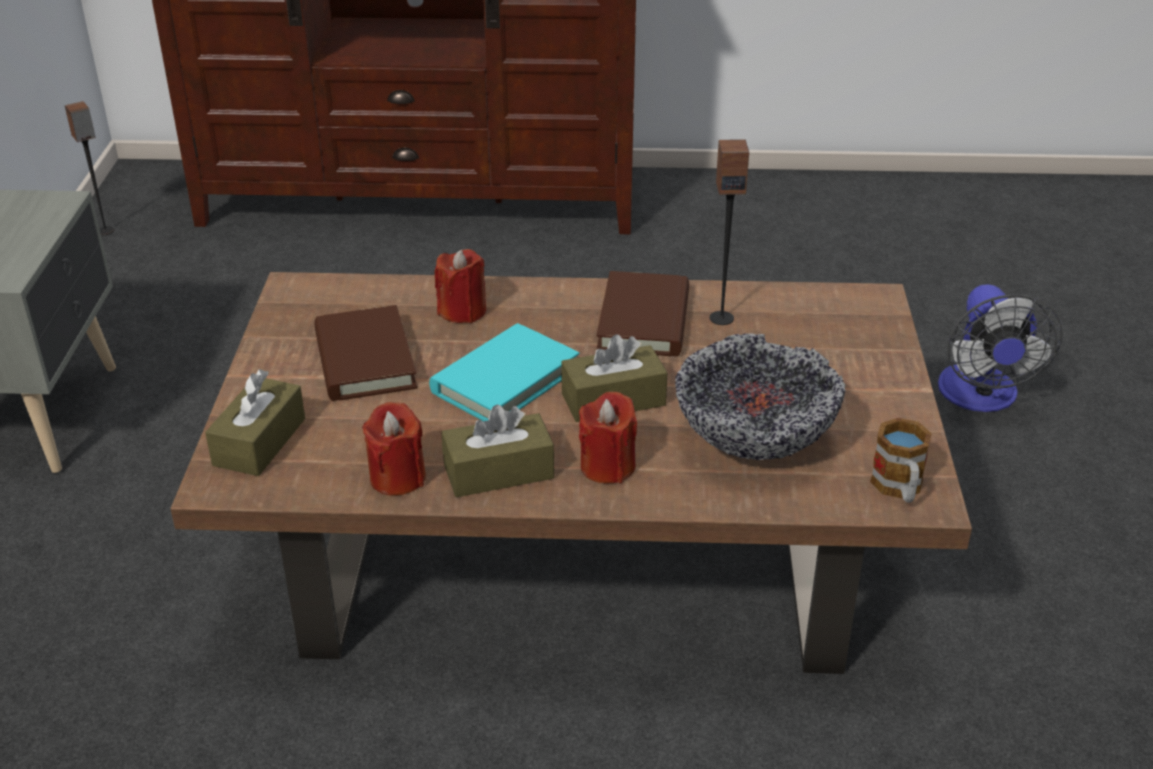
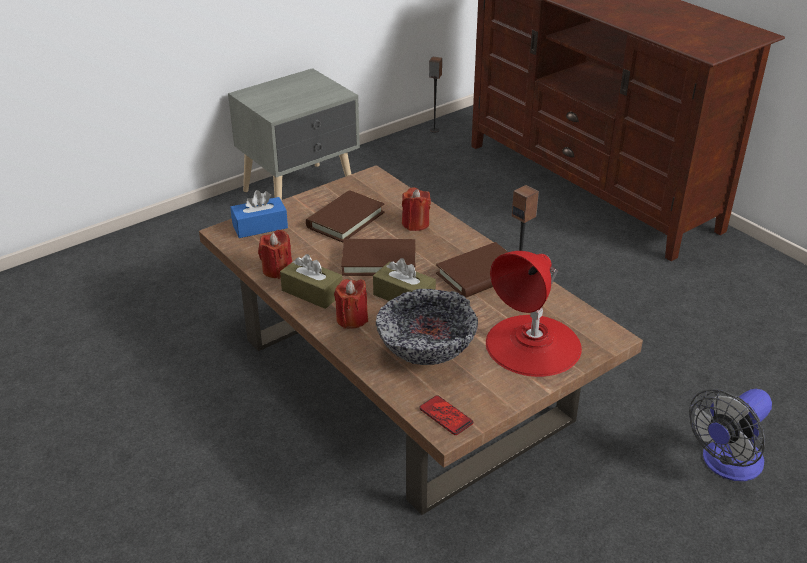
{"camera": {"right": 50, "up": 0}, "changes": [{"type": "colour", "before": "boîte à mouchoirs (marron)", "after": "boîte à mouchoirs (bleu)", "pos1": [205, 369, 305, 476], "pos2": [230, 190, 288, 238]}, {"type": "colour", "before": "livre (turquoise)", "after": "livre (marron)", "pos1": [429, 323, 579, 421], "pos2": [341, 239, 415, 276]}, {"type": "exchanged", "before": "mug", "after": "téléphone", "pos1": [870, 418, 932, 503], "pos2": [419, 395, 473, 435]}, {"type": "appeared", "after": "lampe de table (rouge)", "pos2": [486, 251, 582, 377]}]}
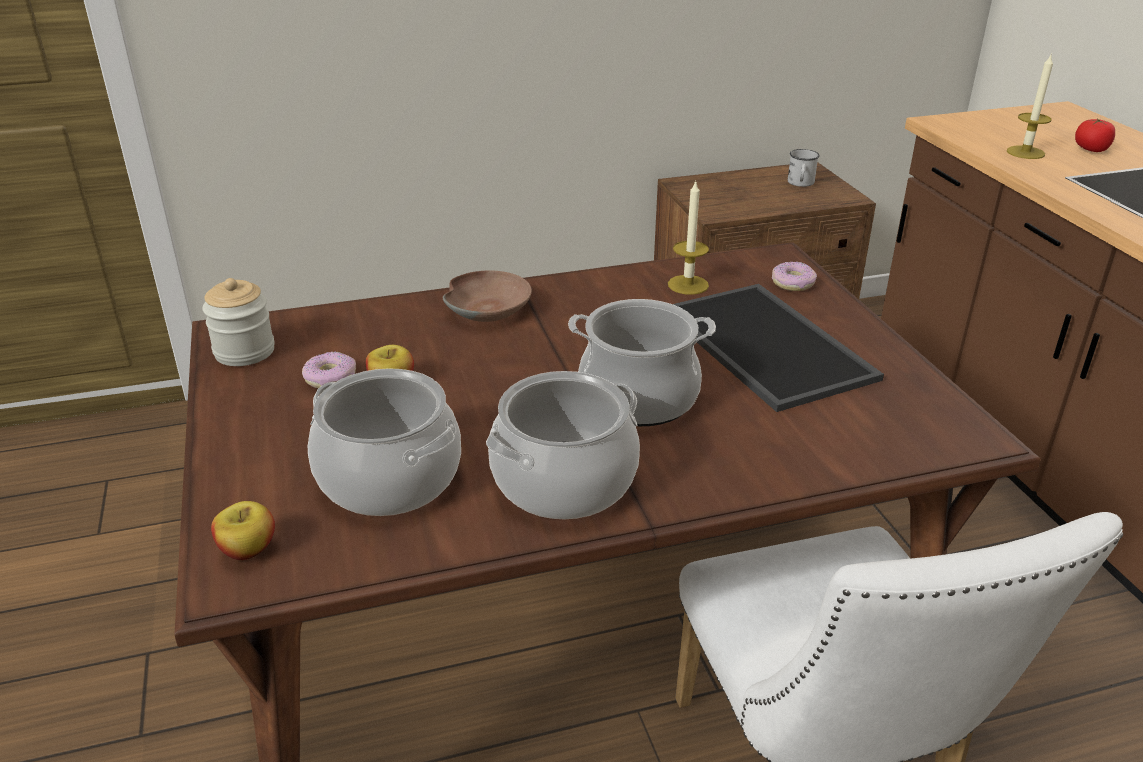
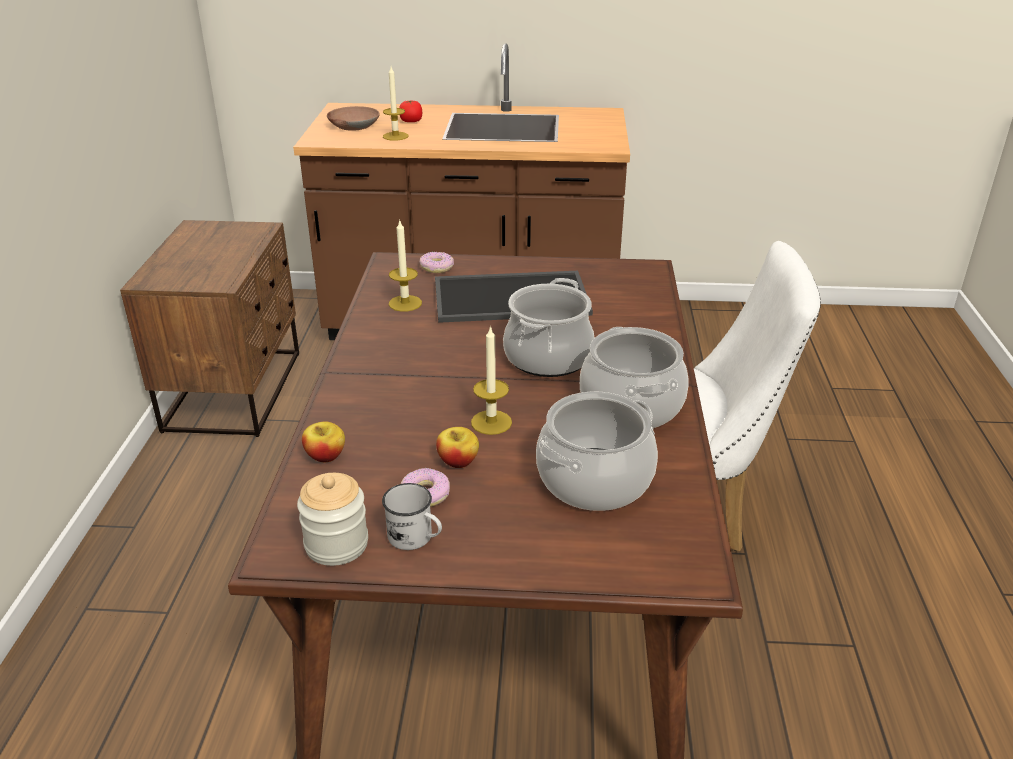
{"camera": {"right": -70, "up": 0}, "changes": [{"type": "relocated", "before": "pomme", "pos1": [211, 501, 275, 560], "pos2": [302, 421, 345, 462]}, {"type": "relocated", "before": "bol (marron)", "pos1": [443, 271, 532, 322], "pos2": [327, 106, 380, 131]}, {"type": "relocated", "before": "mug (blanc)", "pos1": [788, 149, 820, 187], "pos2": [382, 483, 442, 550]}, {"type": "appeared", "after": "bougie", "pos2": [471, 325, 512, 435]}]}
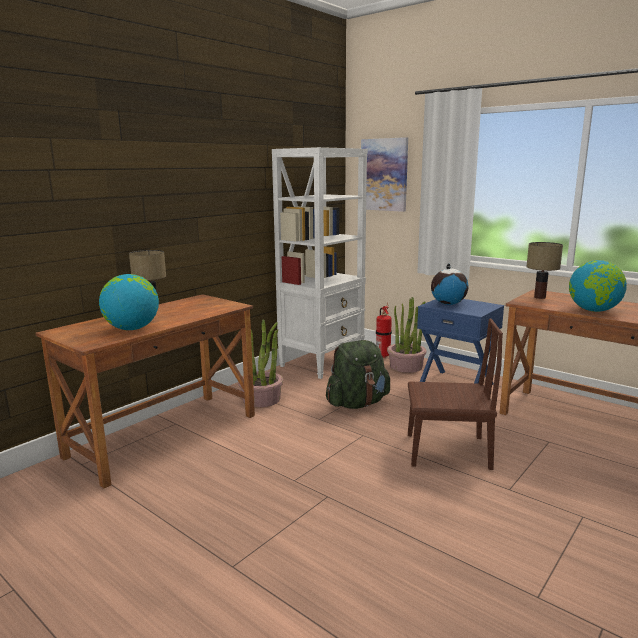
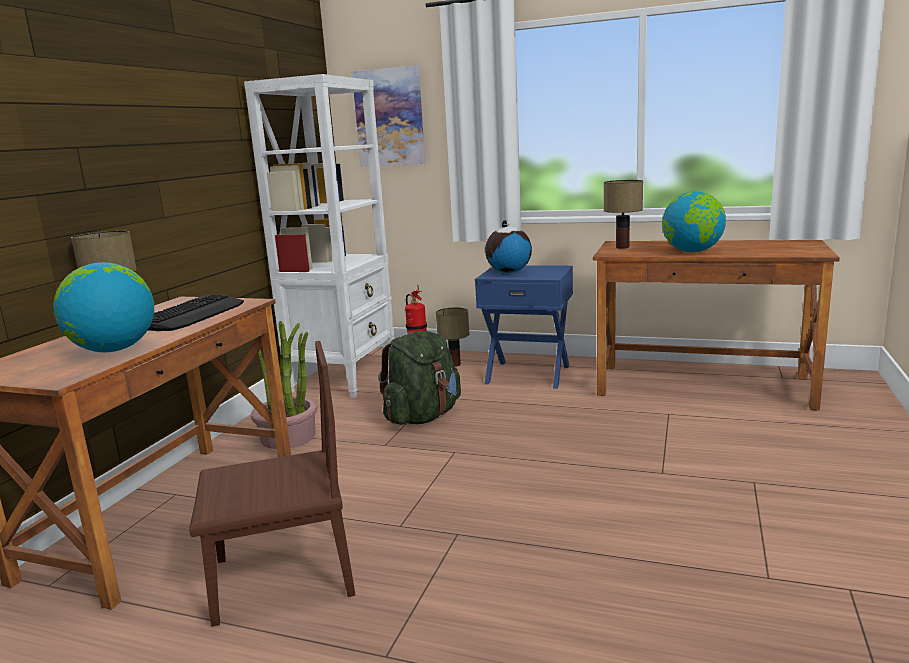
{"camera": {"right": -20, "up": 0}, "changes": [{"type": "appeared", "after": "clavier", "pos2": [148, 294, 244, 331]}, {"type": "relocated", "before": "chaise (marron)", "pos1": [408, 319, 503, 470], "pos2": [189, 341, 355, 627]}, {"type": "exchanged", "before": "plante en pot", "after": "lampe de table", "pos1": [387, 297, 426, 373], "pos2": [436, 307, 469, 367]}]}
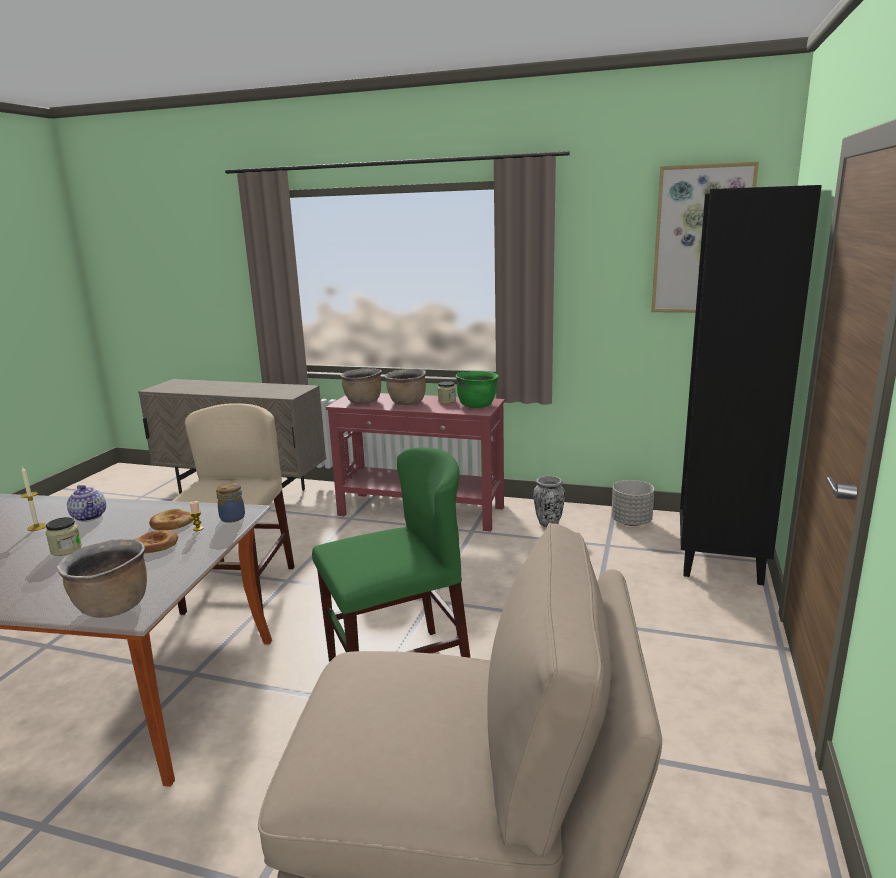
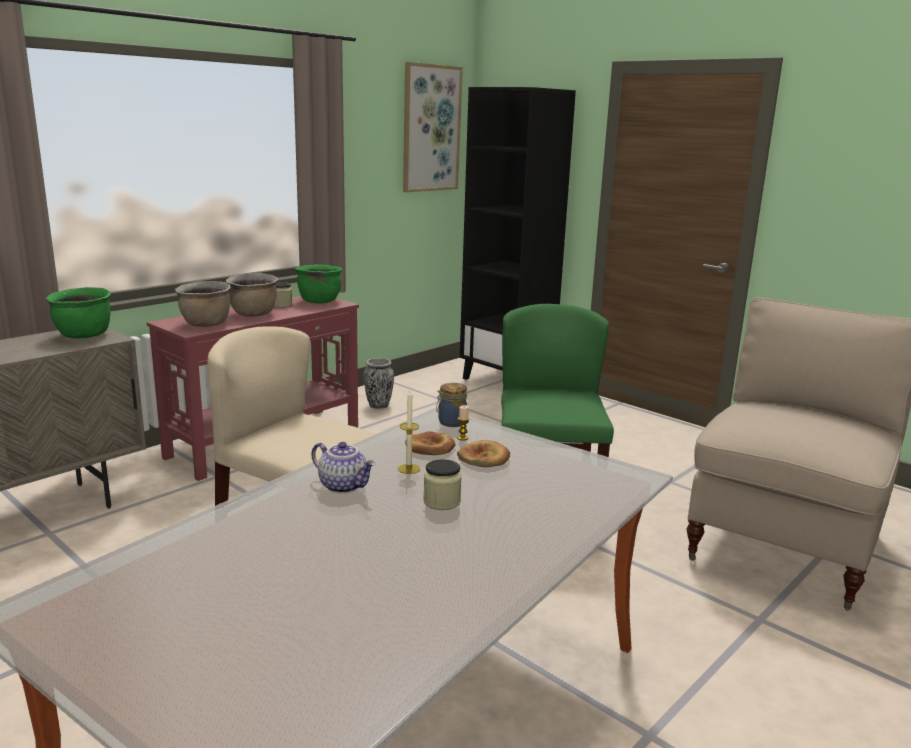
{"camera": {"right": -65, "up": 0}, "changes": [{"type": "appeared", "after": "marmite (vert)", "pos2": [46, 287, 111, 338]}, {"type": "spun", "before": "théière", "pos1": [67, 485, 106, 522], "pos2": [311, 442, 375, 494], "turn": 45}, {"type": "relocated", "before": "bougie", "pos1": [21, 466, 46, 531], "pos2": [398, 390, 420, 474]}, {"type": "missing", "before": "marmite (marron)", "pos1": [56, 539, 147, 618]}, {"type": "missing", "before": "cache-pot (gris)", "pos1": [611, 480, 654, 526]}]}
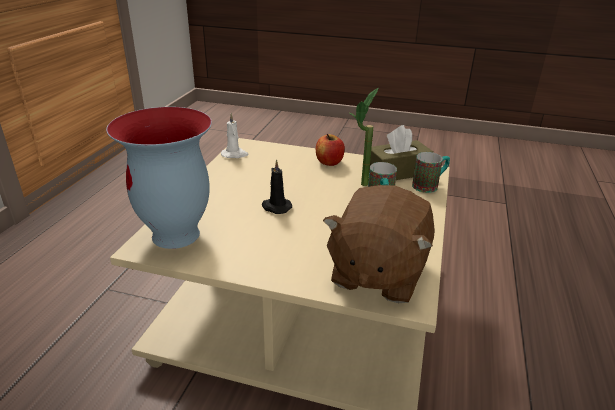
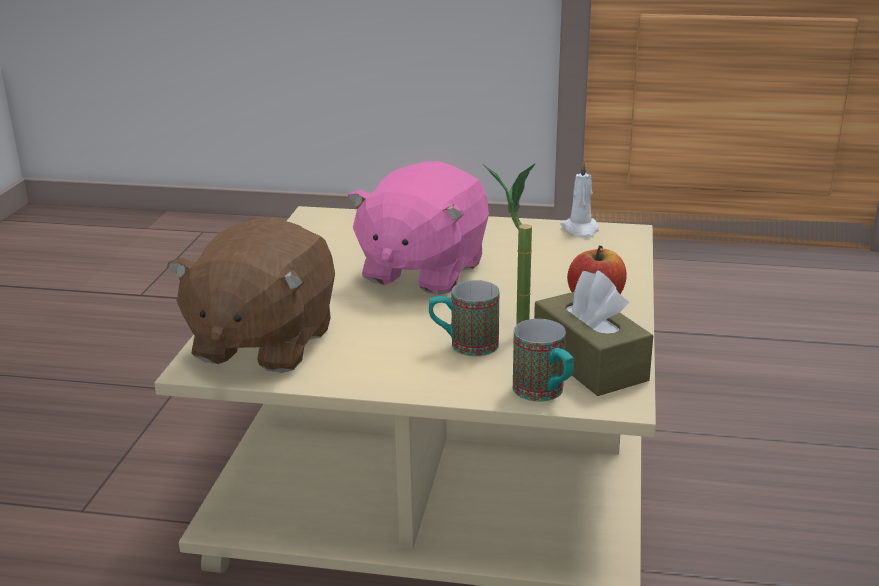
{"camera": {"right": 85, "up": -5}, "changes": [{"type": "spun", "before": "peluche (marron)", "pos1": [323, 185, 435, 303], "pos2": [167, 218, 335, 373], "turn": -90}, {"type": "exchanged", "before": "bougie (noir)", "after": "peluche (rose)", "pos1": [262, 159, 292, 214], "pos2": [347, 161, 489, 295]}, {"type": "missing", "before": "vase", "pos1": [106, 107, 212, 249]}]}
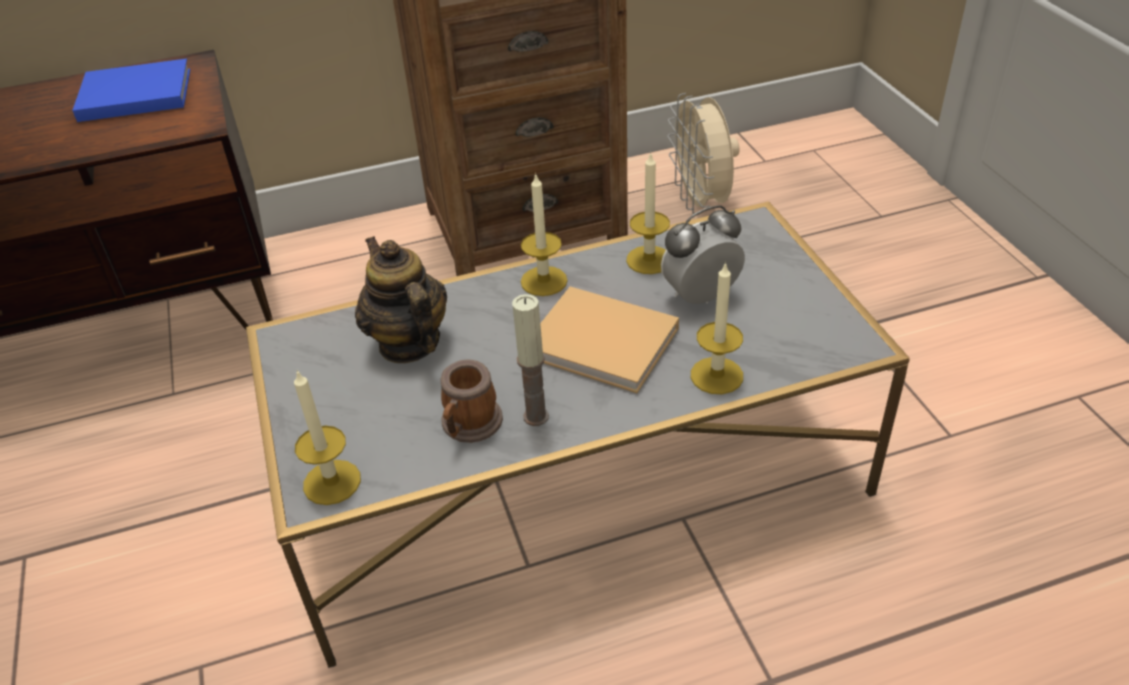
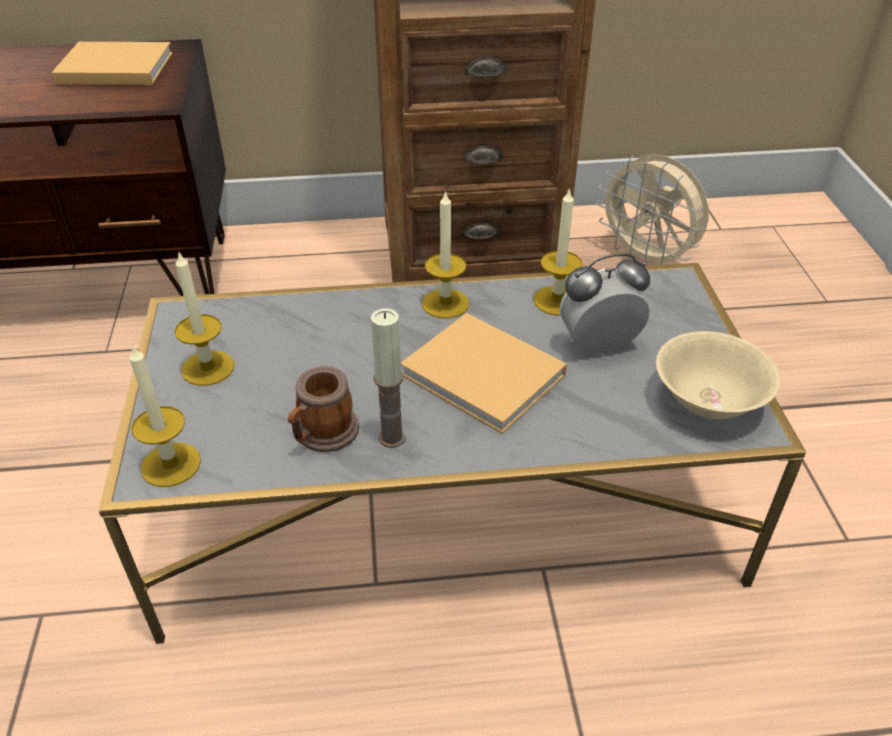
{"camera": {"right": 10, "up": 0}, "changes": [{"type": "colour", "before": "livre (bleu)", "after": "livre (beige)", "pos1": [72, 59, 190, 122], "pos2": [51, 42, 173, 85]}, {"type": "relocated", "before": "bougie", "pos1": [691, 262, 743, 394], "pos2": [174, 252, 234, 386]}, {"type": "spun", "before": "ventilateur (beige)", "pos1": [667, 93, 740, 214], "pos2": [596, 154, 709, 265], "turn": -45}, {"type": "appeared", "after": "bol (beige)", "pos2": [656, 331, 780, 419]}, {"type": "missing", "before": "théière", "pos1": [355, 236, 447, 363]}]}
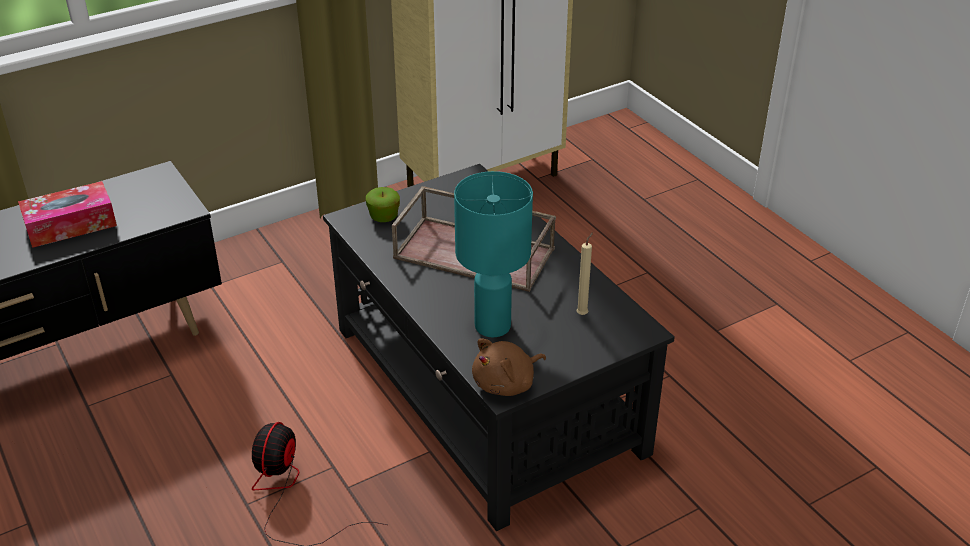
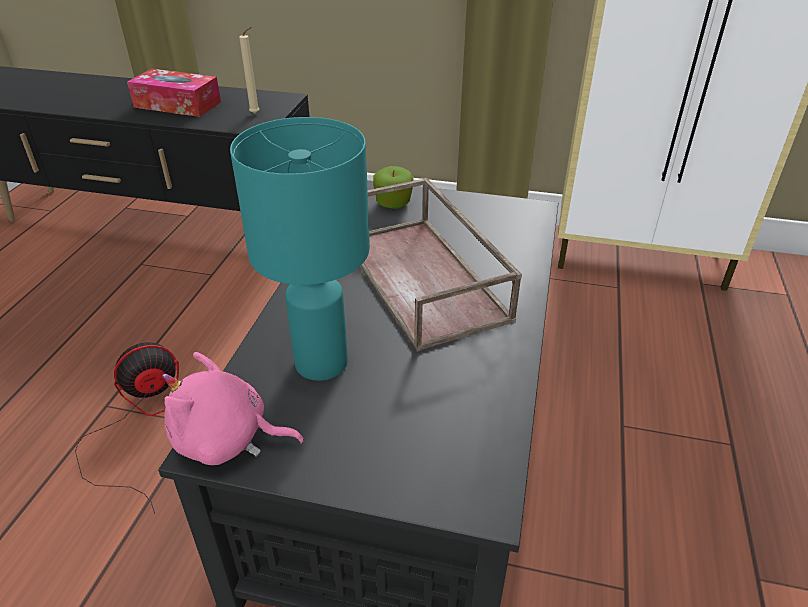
{"camera": {"right": 45, "up": 0}, "changes": [{"type": "colour", "before": "peluche (marron)", "after": "peluche (rose)", "pos1": [472, 339, 546, 396], "pos2": [162, 352, 304, 465]}, {"type": "relocated", "before": "bougie (beige)", "pos1": [576, 232, 593, 315], "pos2": [239, 26, 260, 114]}]}
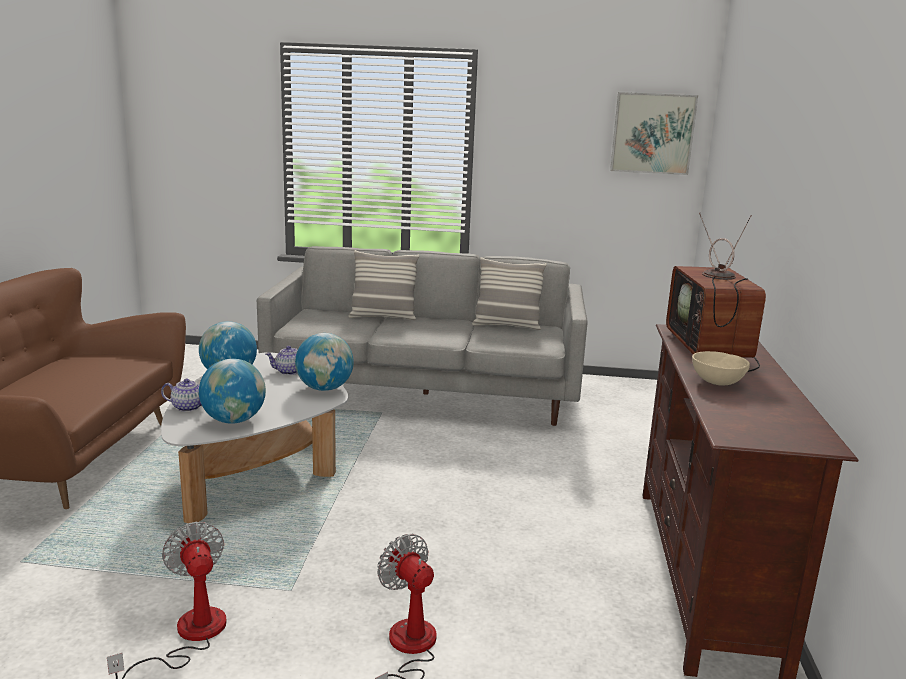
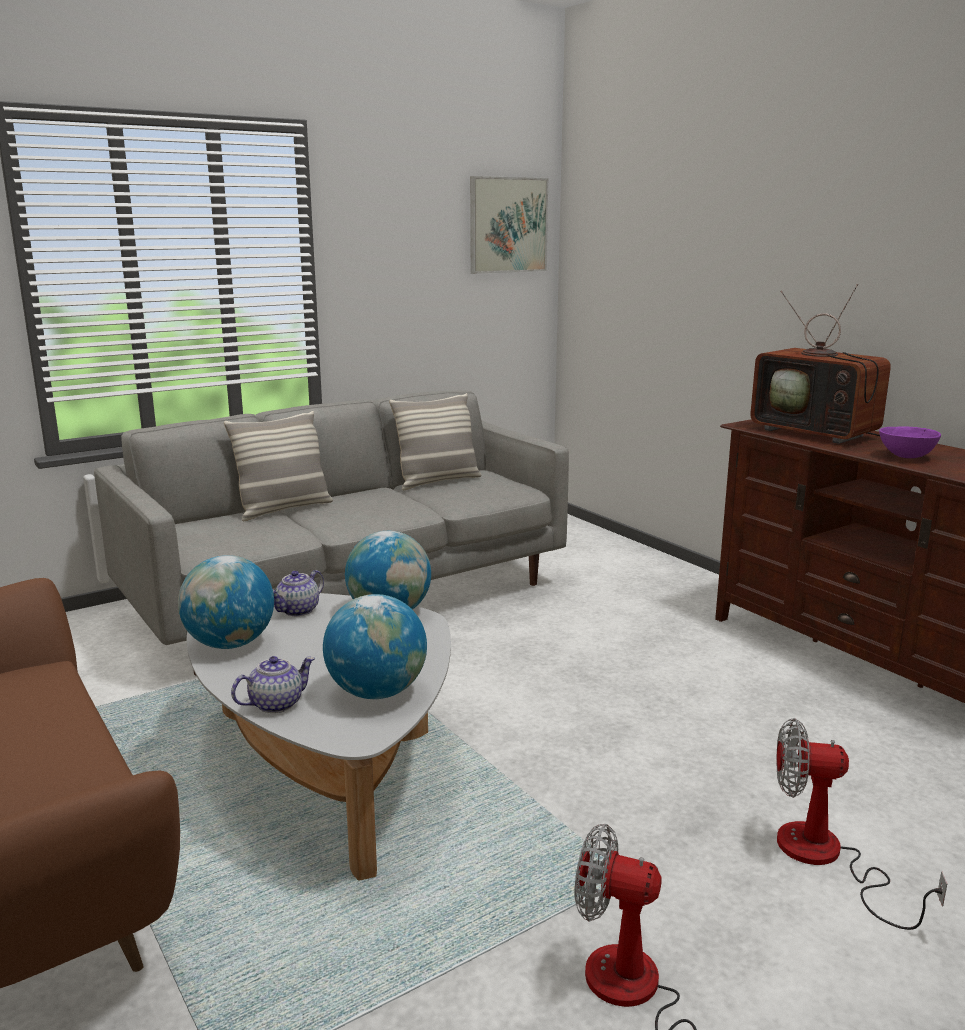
{"camera": {"right": -40, "up": 0}, "changes": [{"type": "colour", "before": "bol (beige)", "after": "bol (violet)", "pos1": [692, 351, 750, 386], "pos2": [879, 426, 941, 458]}]}
